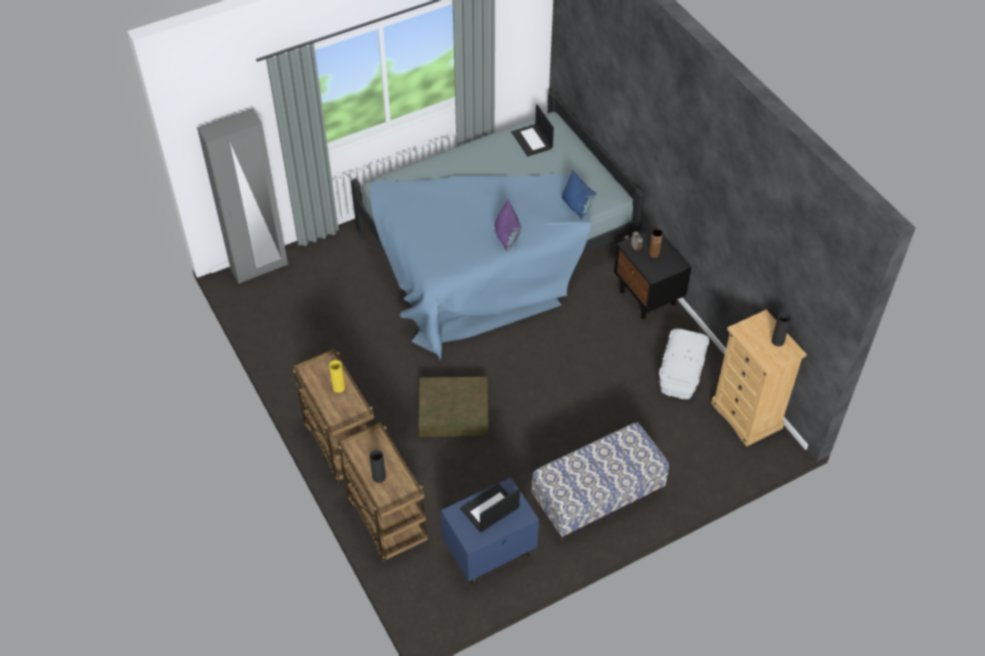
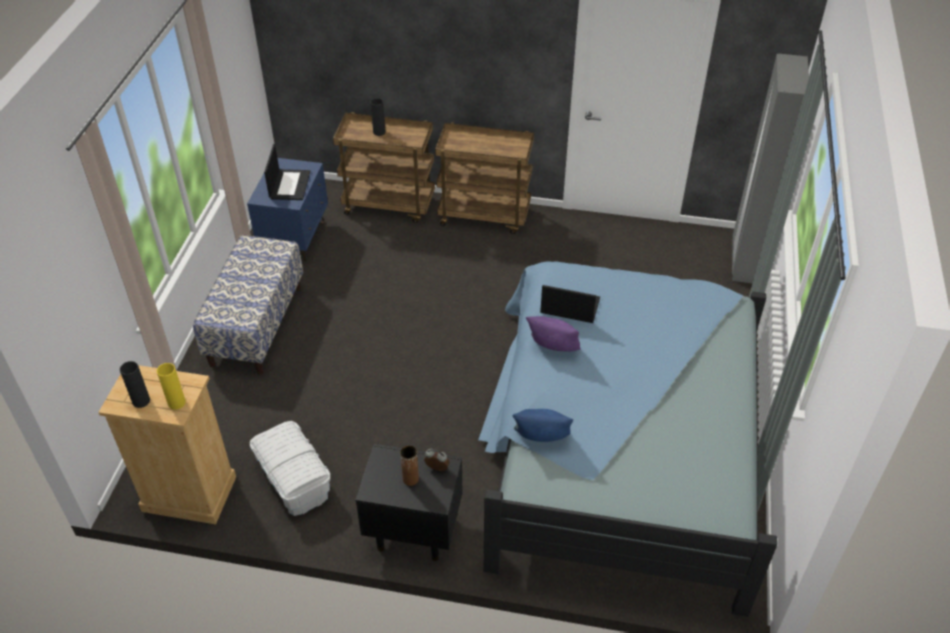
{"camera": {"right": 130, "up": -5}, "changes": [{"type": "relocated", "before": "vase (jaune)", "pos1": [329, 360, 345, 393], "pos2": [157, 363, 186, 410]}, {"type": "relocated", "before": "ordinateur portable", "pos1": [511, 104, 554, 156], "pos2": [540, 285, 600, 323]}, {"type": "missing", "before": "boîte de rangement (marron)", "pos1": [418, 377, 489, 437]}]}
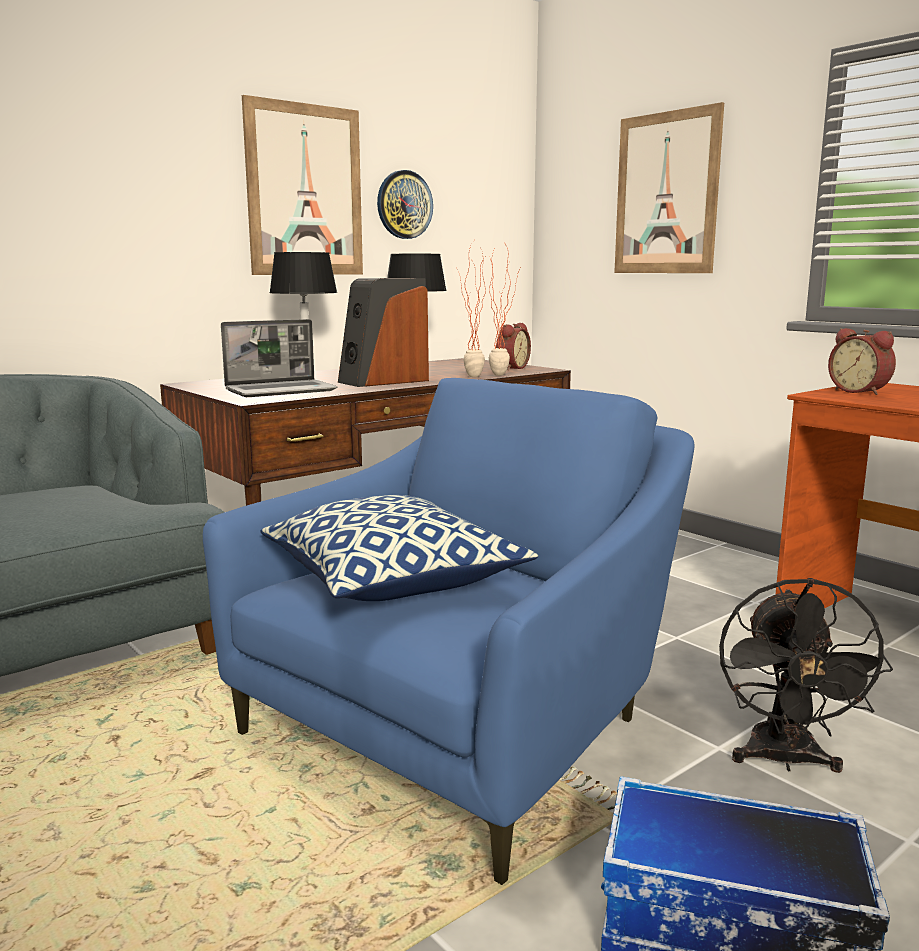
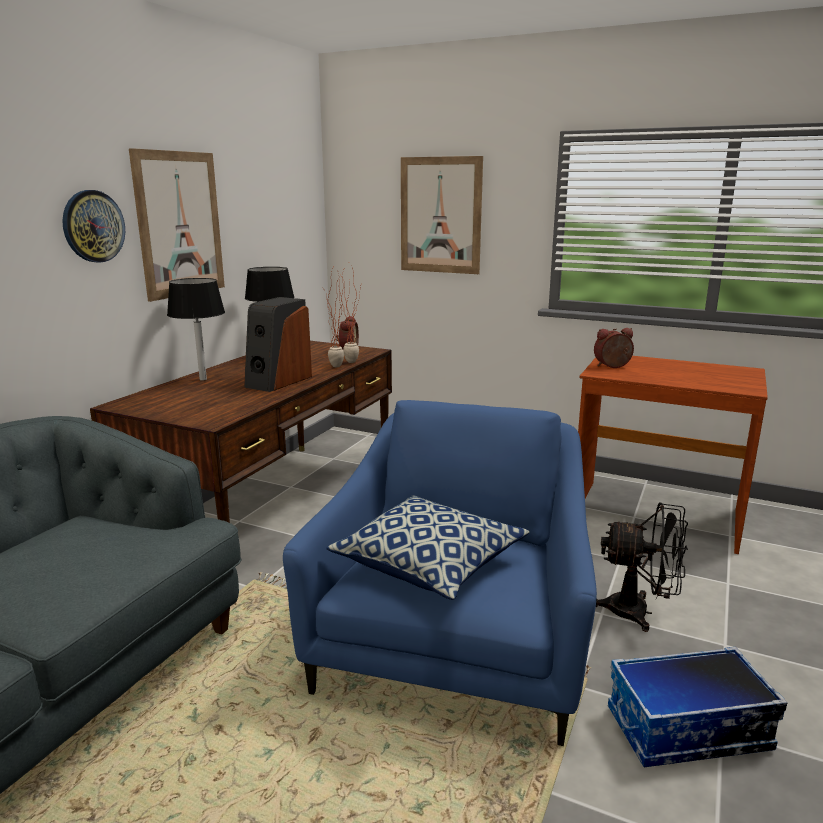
{"camera": {"right": -25, "up": 5}, "changes": [{"type": "relocated", "before": "horloge murale", "pos1": [377, 170, 433, 239], "pos2": [62, 190, 125, 263]}, {"type": "spun", "before": "réveil", "pos1": [828, 328, 896, 395], "pos2": [594, 328, 634, 368], "turn": 135}, {"type": "spun", "before": "ventilateur (noir)", "pos1": [719, 578, 893, 773], "pos2": [596, 502, 688, 632], "turn": -60}, {"type": "missing", "before": "ordinateur portable", "pos1": [221, 319, 338, 397]}]}
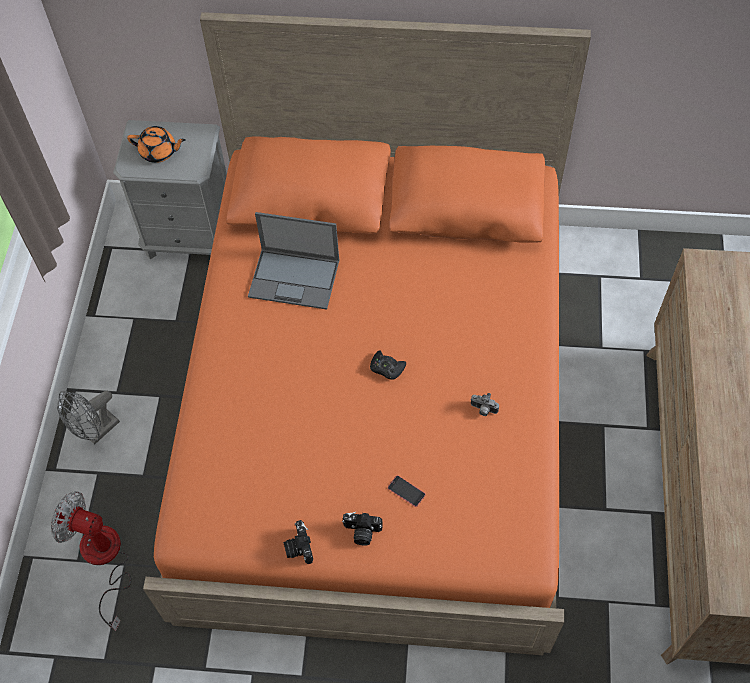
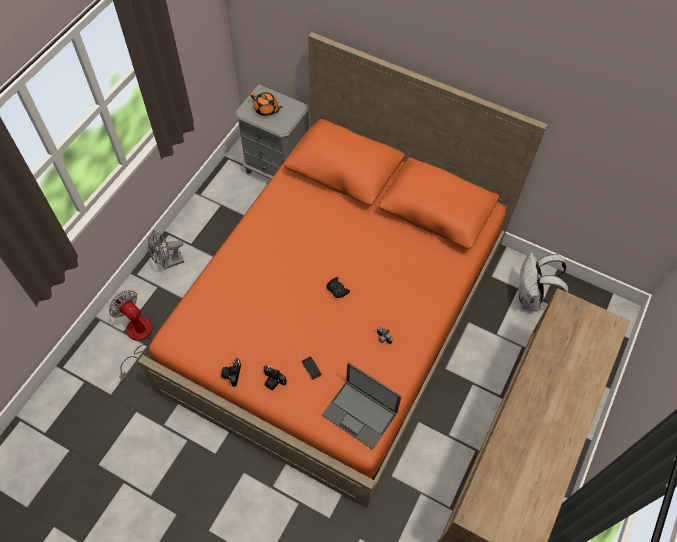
{"camera": {"right": 20, "up": 0}, "changes": [{"type": "relocated", "before": "ordinateur portable", "pos1": [248, 212, 339, 310], "pos2": [322, 362, 402, 450]}, {"type": "appeared", "after": "sac à dos (blanc)", "pos2": [519, 252, 568, 311]}]}
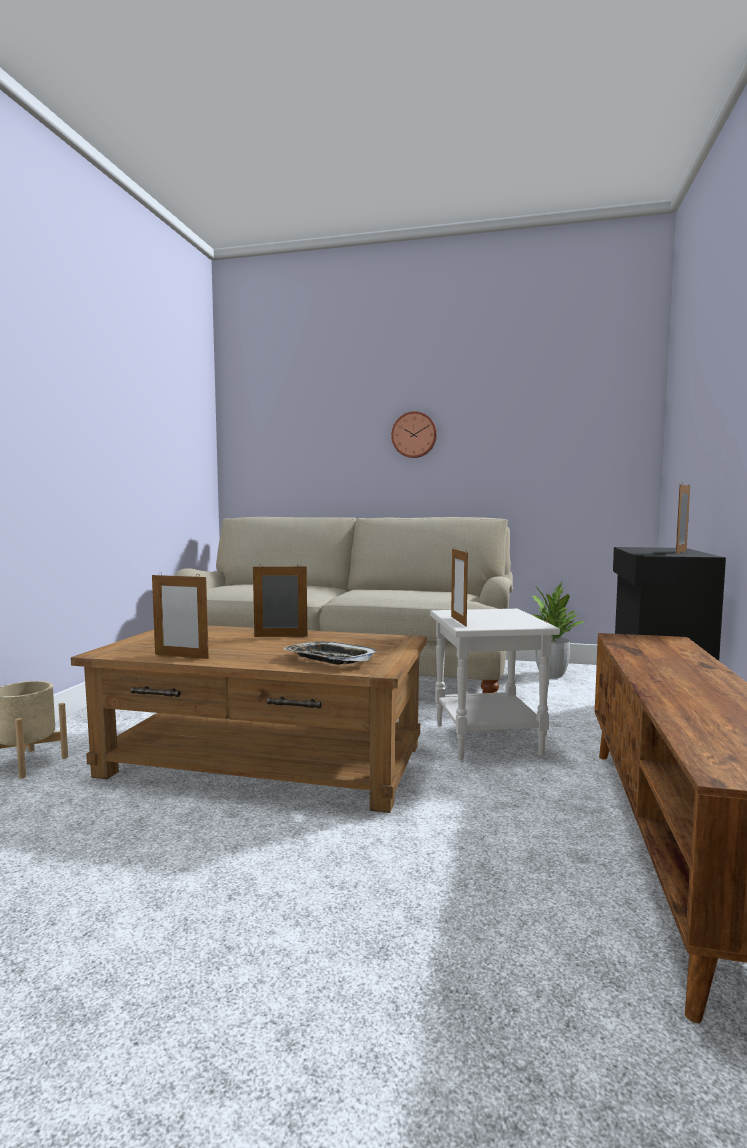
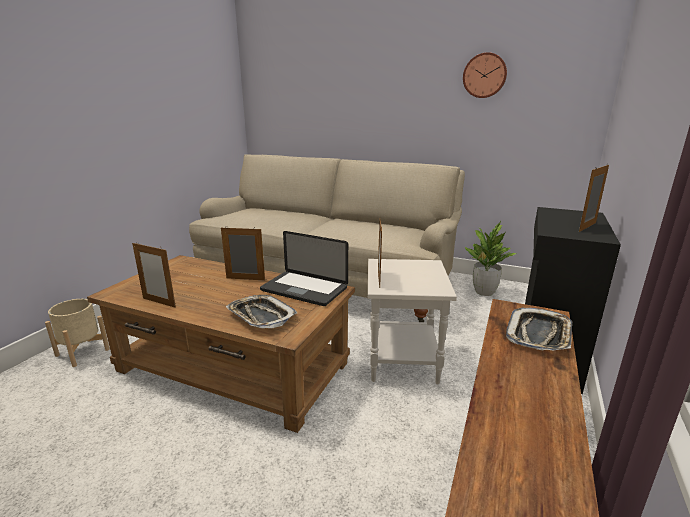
{"camera": {"right": 10, "up": 15}, "changes": [{"type": "appeared", "after": "ordinateur portable", "pos2": [260, 231, 348, 306]}, {"type": "relocated", "before": "horloge murale", "pos1": [391, 411, 437, 458], "pos2": [463, 52, 507, 98]}, {"type": "appeared", "after": "plateau", "pos2": [506, 308, 572, 350]}]}
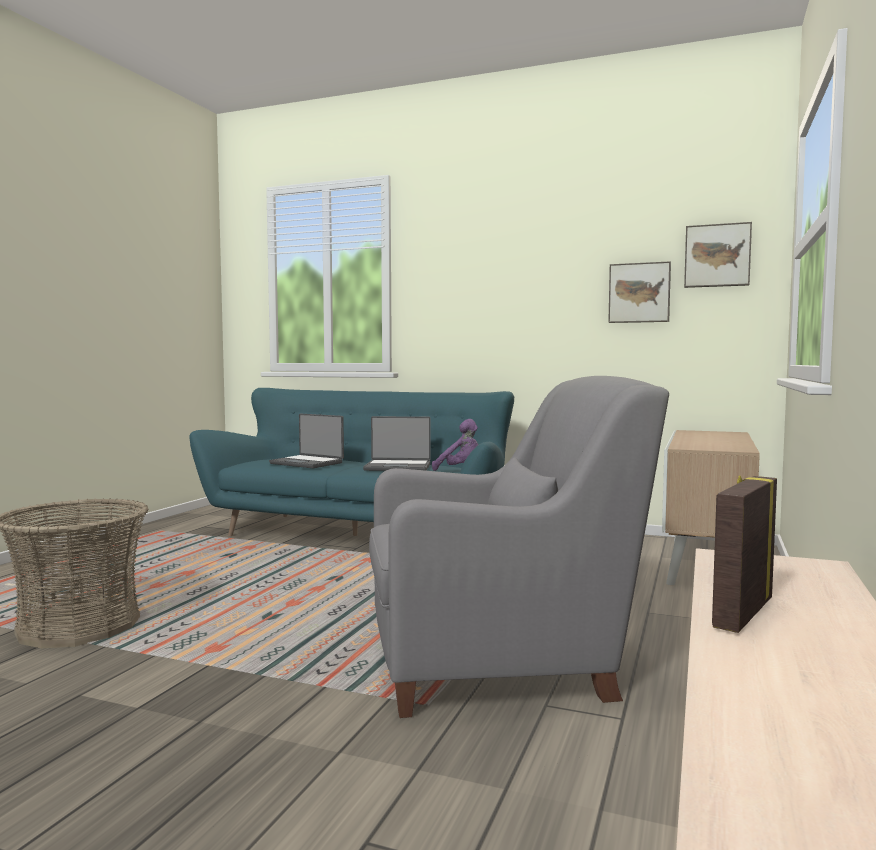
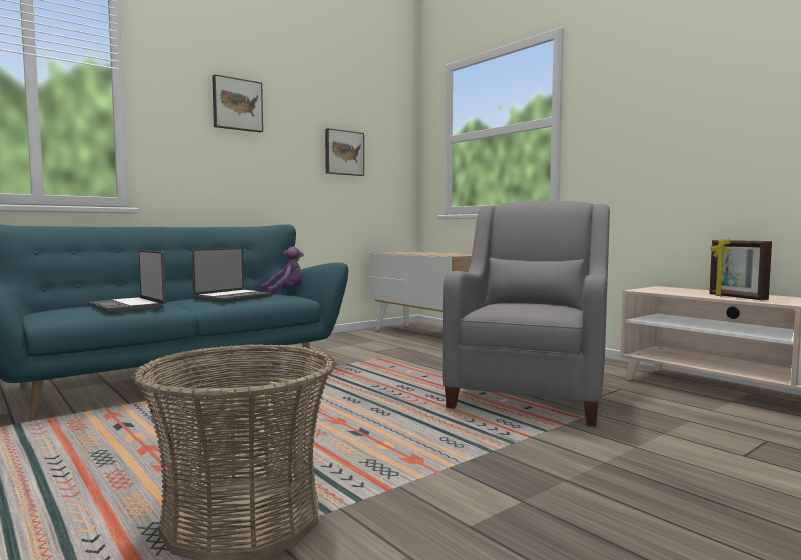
{"camera": {"right": -60, "up": 0}, "changes": [{"type": "spun", "before": "ordinateur portable", "pos1": [269, 414, 344, 468], "pos2": [88, 250, 166, 313], "turn": 75}, {"type": "relocated", "before": "tableau", "pos1": [684, 222, 752, 288], "pos2": [212, 74, 263, 133]}]}
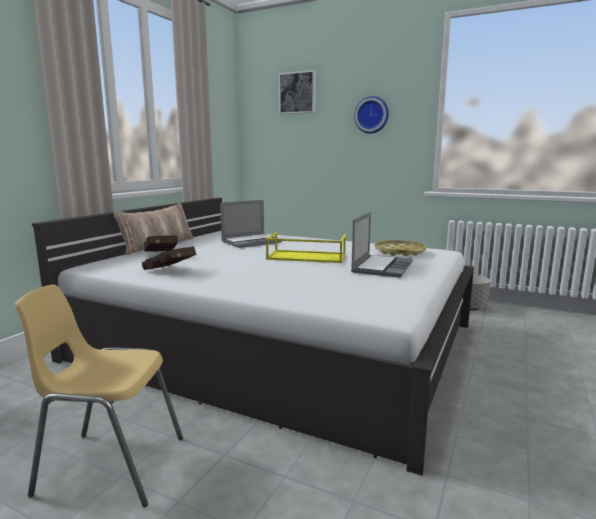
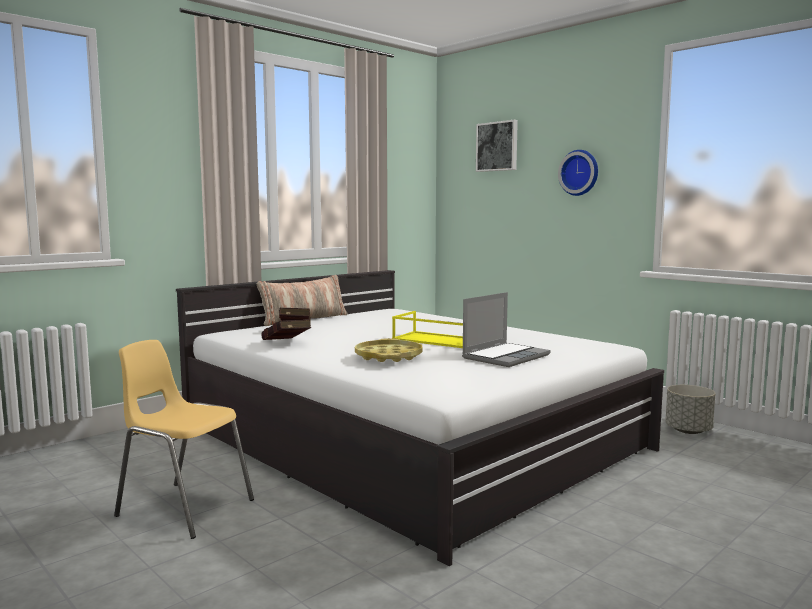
{"camera": {"right": 20, "up": -5}, "changes": [{"type": "relocated", "before": "plateau (jaune)", "pos1": [375, 239, 426, 256], "pos2": [355, 338, 423, 362]}, {"type": "missing", "before": "ordinateur portable", "pos1": [220, 200, 282, 248]}]}
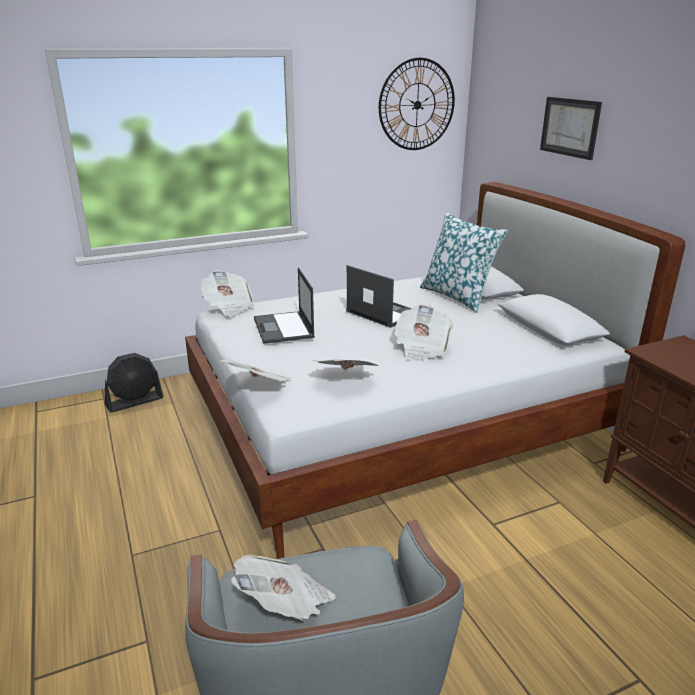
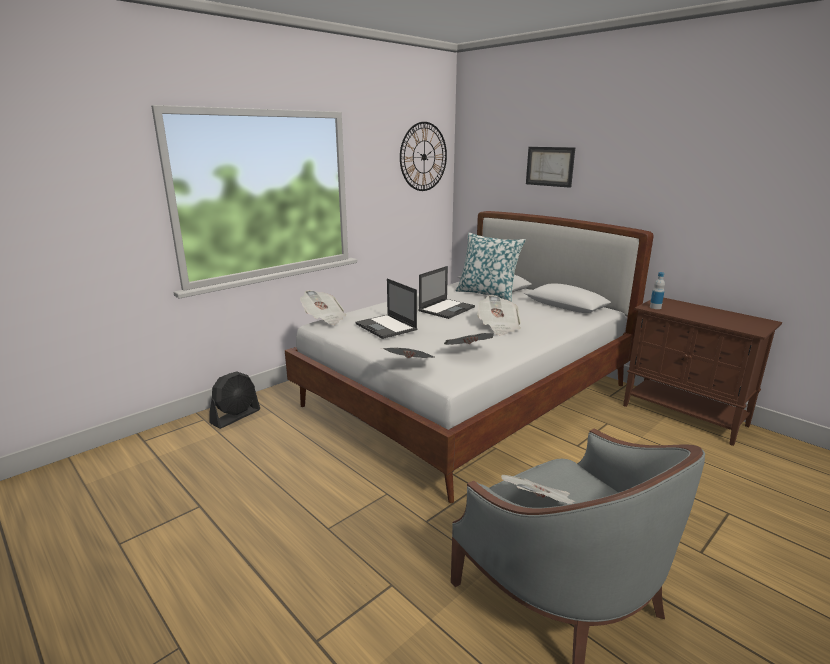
{"camera": {"right": -20, "up": -5}, "changes": [{"type": "spun", "before": "ordinateur portable", "pos1": [346, 265, 412, 328], "pos2": [419, 266, 475, 319], "turn": 105}, {"type": "appeared", "after": "bouteille", "pos2": [650, 272, 665, 309]}]}
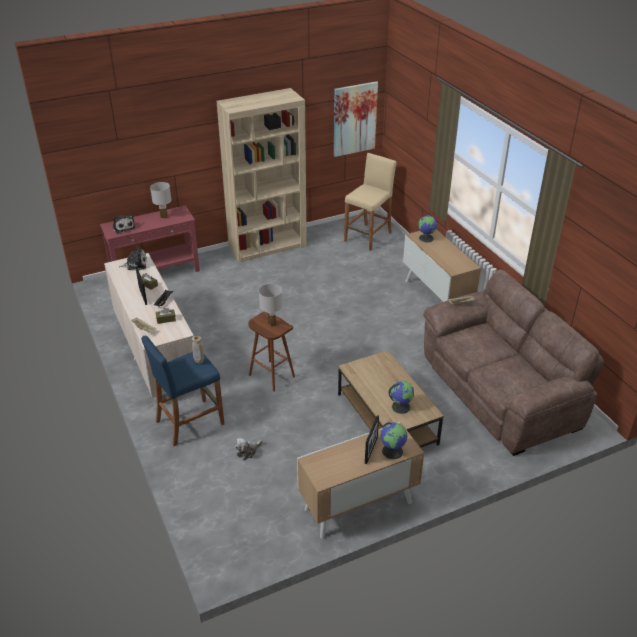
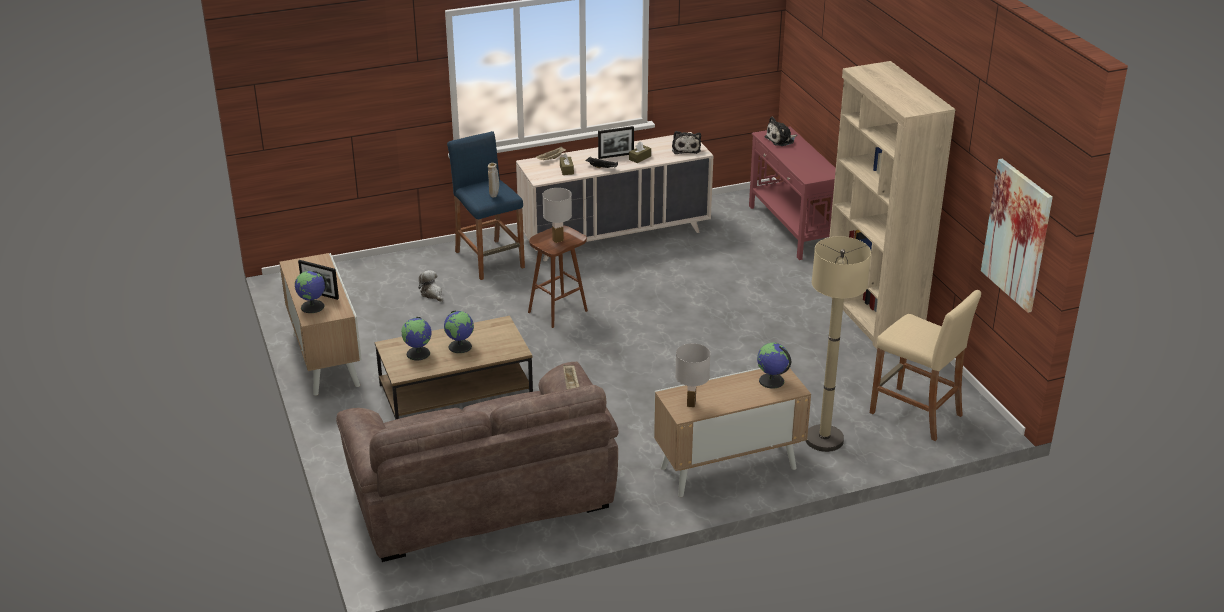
{"camera": {"right": 95, "up": -5}, "changes": [{"type": "appeared", "after": "globe", "pos2": [444, 311, 474, 353]}, {"type": "relocated", "before": "lampe de table (blanc)", "pos1": [150, 182, 171, 218], "pos2": [675, 343, 711, 408]}, {"type": "appeared", "after": "lampadaire (beige)", "pos2": [805, 236, 871, 452]}]}
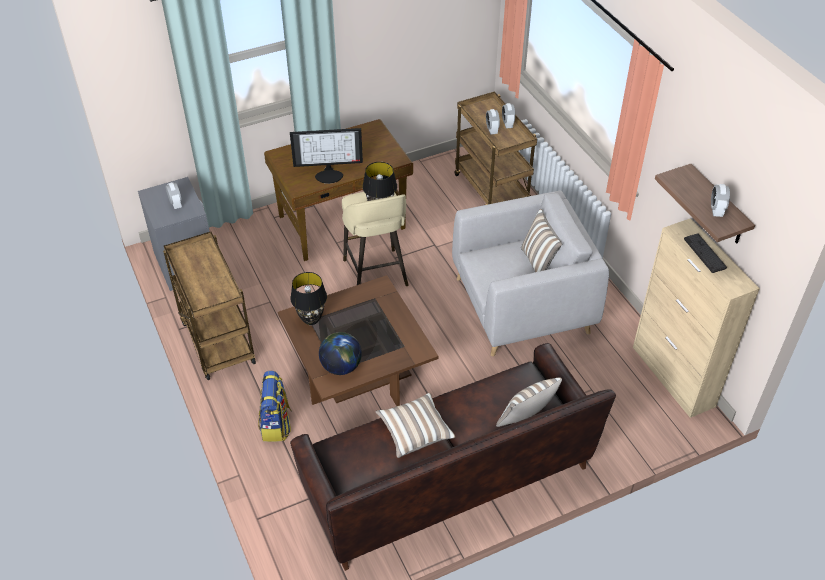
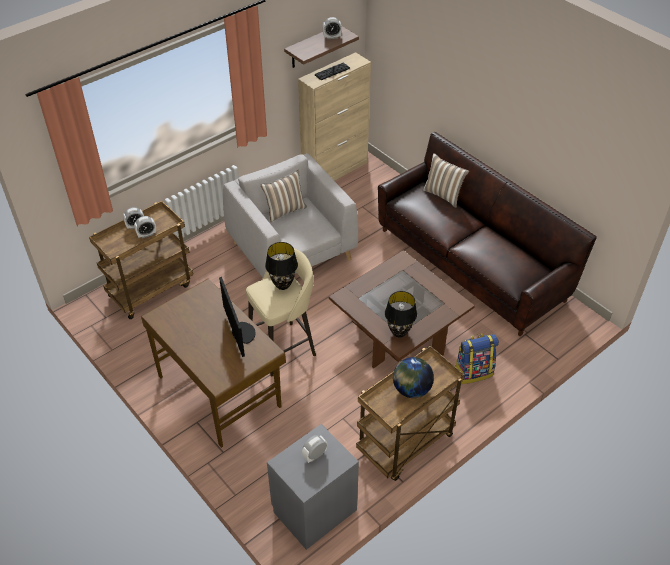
{"camera": {"right": -105, "up": 0}, "changes": [{"type": "relocated", "before": "globe", "pos1": [319, 332, 362, 375], "pos2": [393, 357, 434, 398]}, {"type": "missing", "before": "coussin", "pos1": [375, 393, 456, 458]}]}
